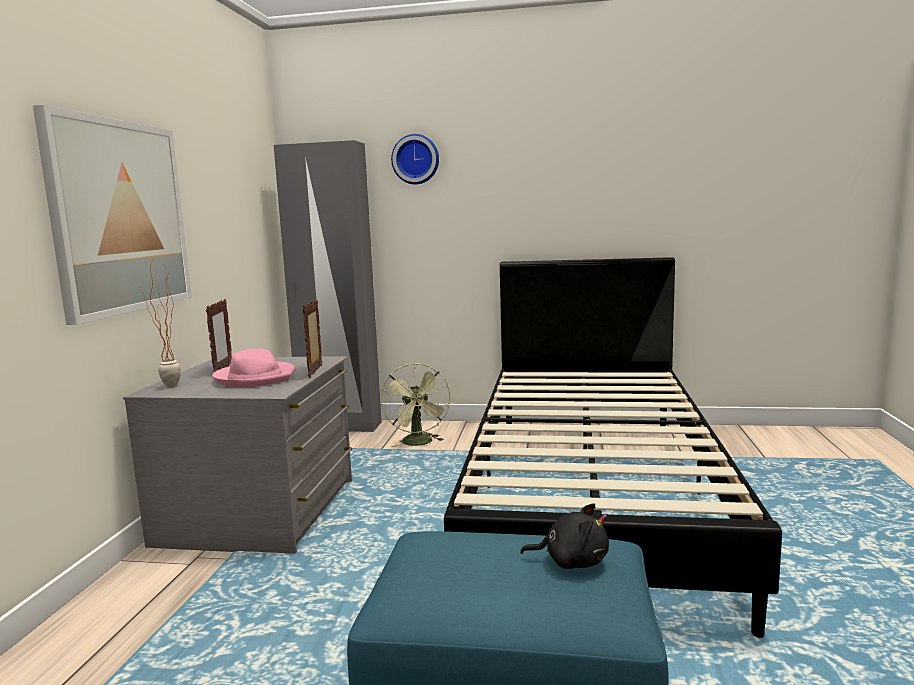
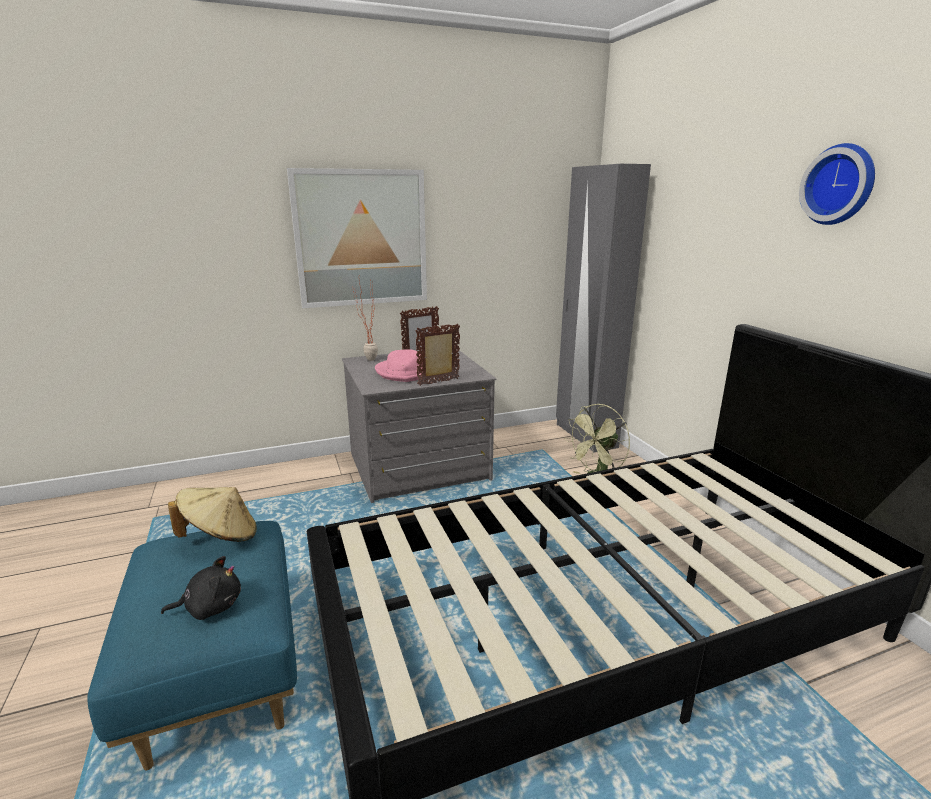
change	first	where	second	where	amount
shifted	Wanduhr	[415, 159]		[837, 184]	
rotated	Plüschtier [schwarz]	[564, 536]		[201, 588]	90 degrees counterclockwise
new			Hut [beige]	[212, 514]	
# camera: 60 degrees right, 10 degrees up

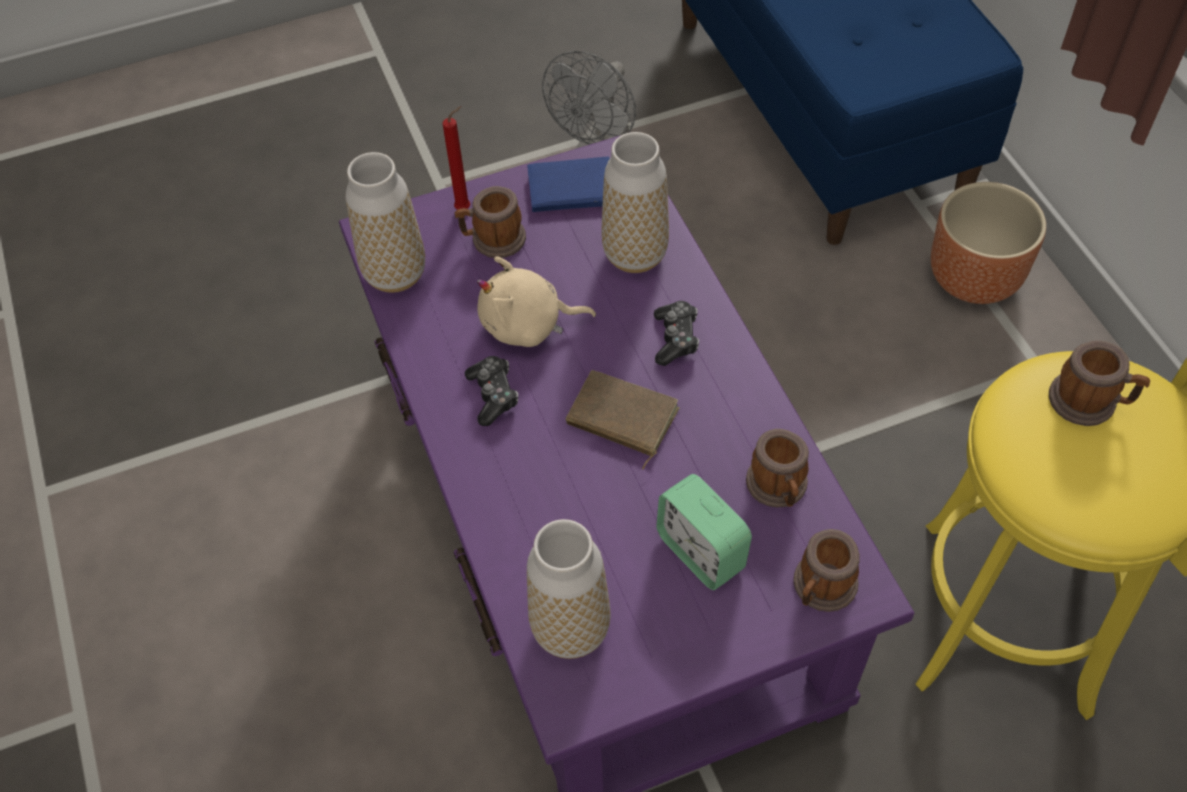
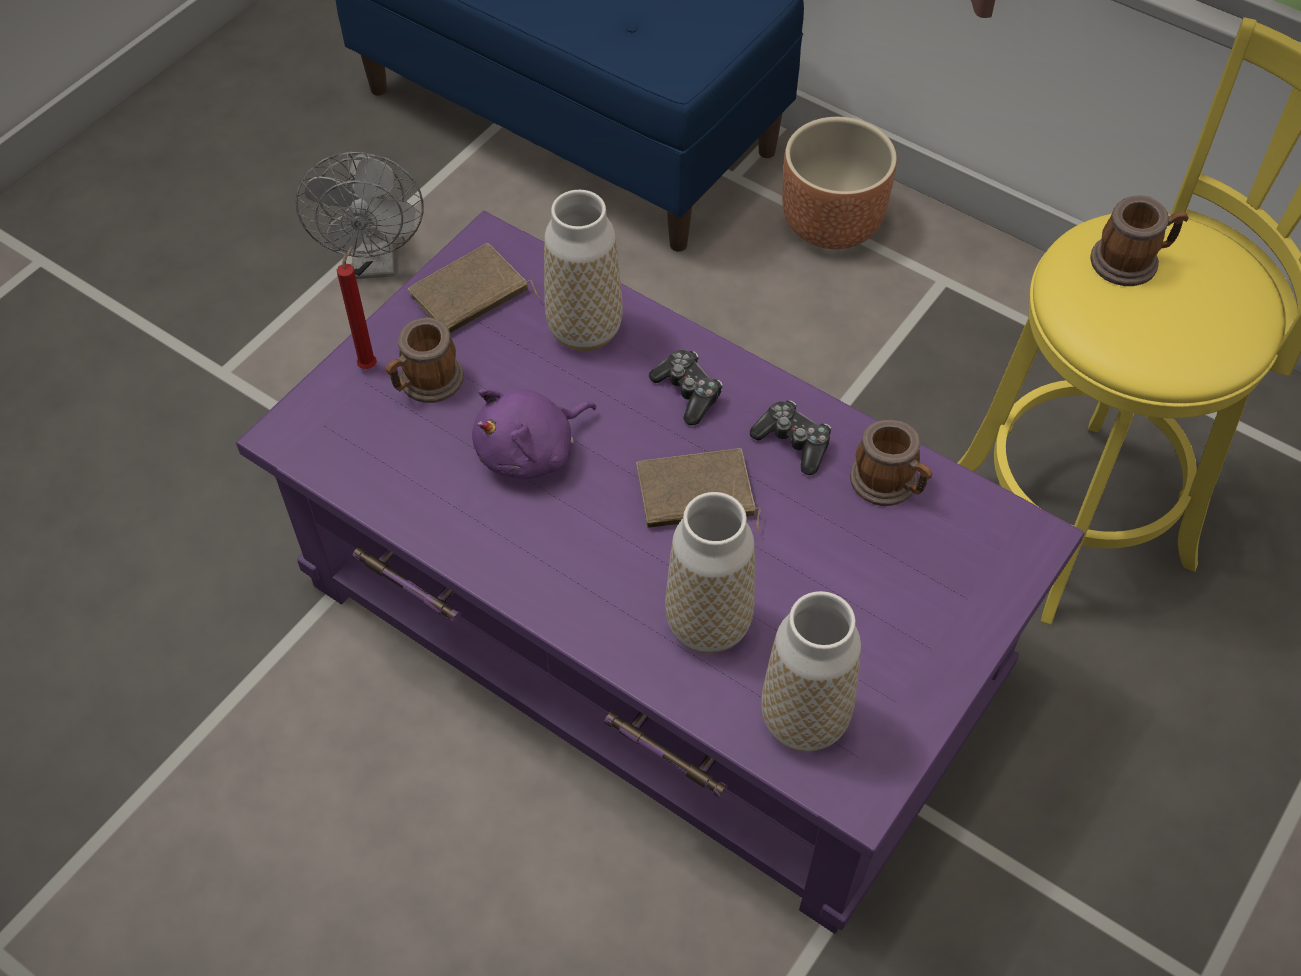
change	first	where	second	where	amount
shifted	Vase	[385, 222]		[710, 572]	
repainted	Buch [blau]	[568, 184]	Buch [braun]	[474, 288]	
repainted	Plüschtier [beige]	[536, 301]	Plüschtier [lila]	[534, 434]	
shifted	Gamepad	[491, 391]		[790, 437]	
gone	Wecker	[704, 532]			
gone	Henkelbecher	[826, 570]			
# camera: 35 degrees left, 0 degrees up

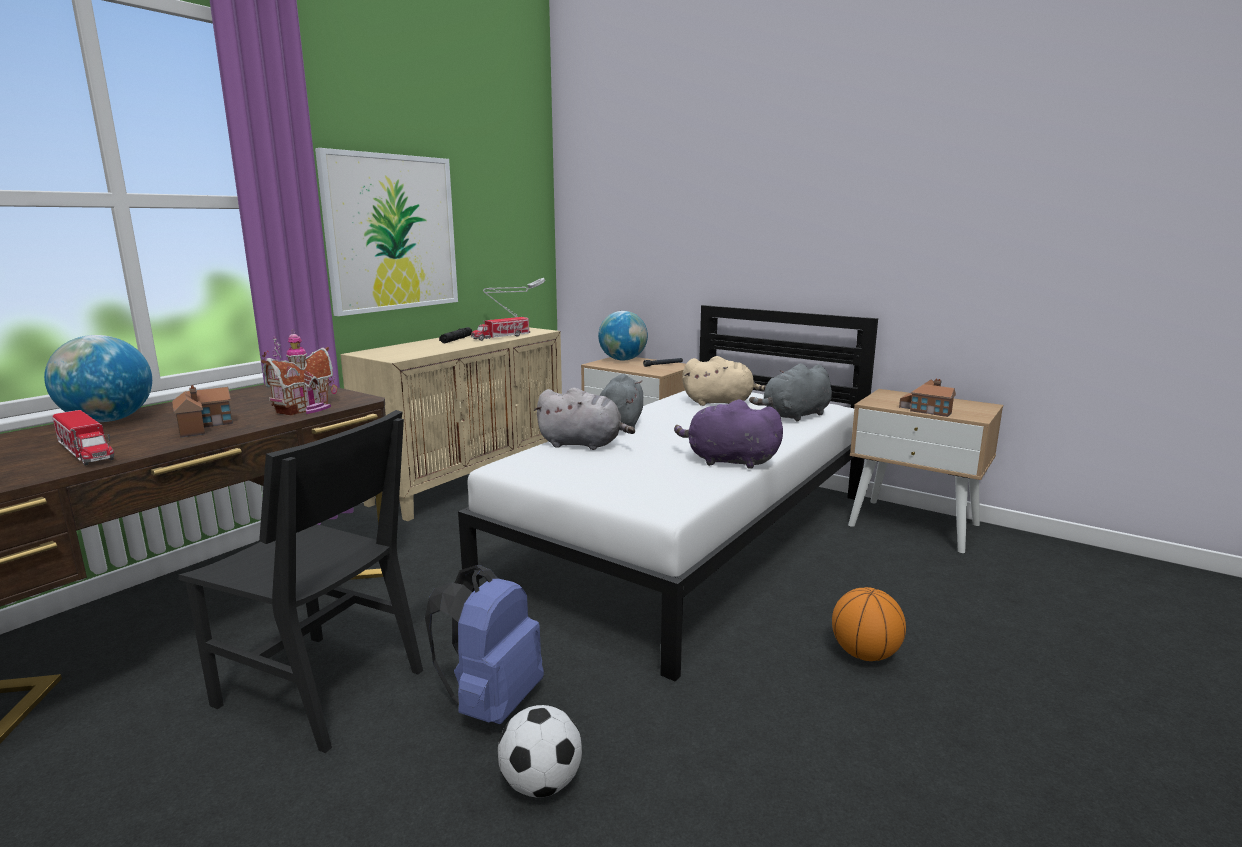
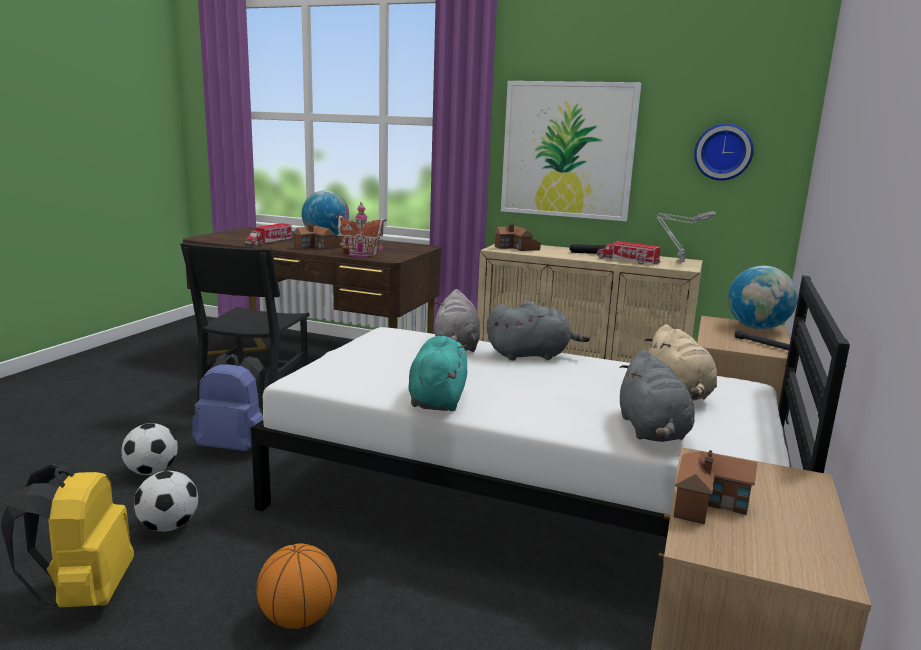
change	first	where	second	where	amount
rotated	Plüschtier [grau]	[790, 393]		[657, 396]	135 degrees counterclockwise
repainted	Plüschtier [lila]	[728, 434]	Plüschtier [türkis]	[437, 373]	
new			Wanduhr	[724, 152]	
new			Spielzeughaus	[517, 237]	
new			Rucksack [gelb]	[67, 535]	
new			Fußball	[166, 501]	
# camera: 75 degrees right, 0 degrees up

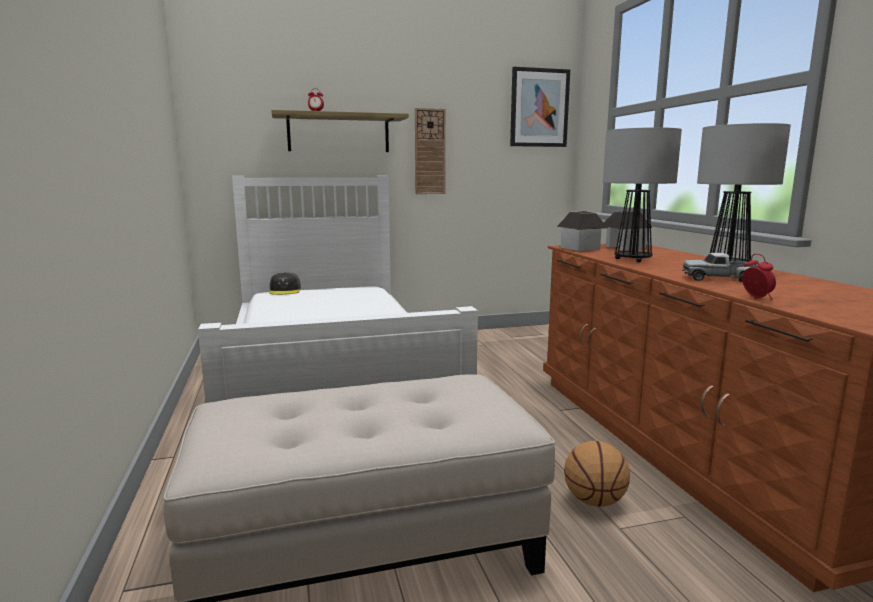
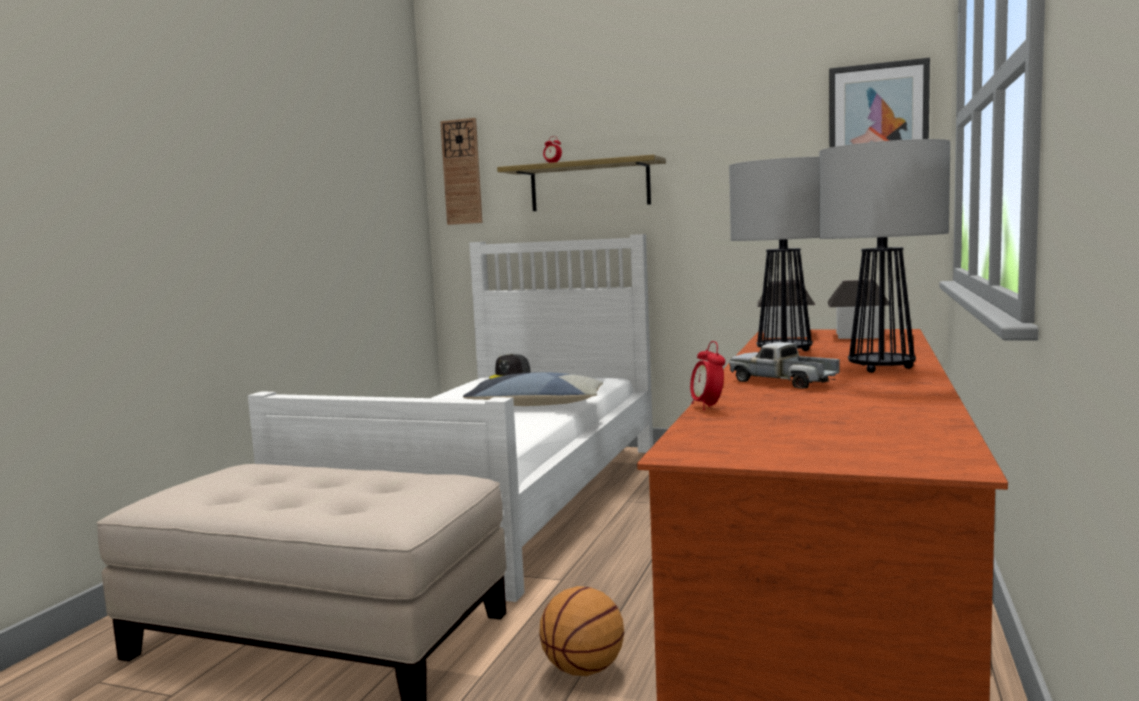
change	first	where	second	where	amount
shifted	Wanduhr	[430, 151]		[461, 171]	
rotated	Wecker	[759, 277]		[708, 375]	150 degrees clockwise
new			Kissen	[533, 389]	
# camera: 35 degrees right, 5 degrees down

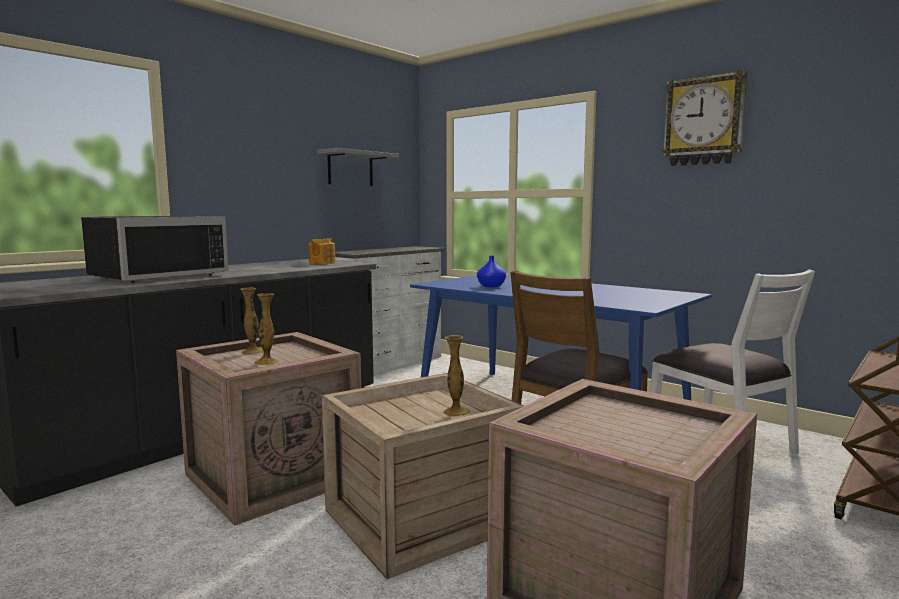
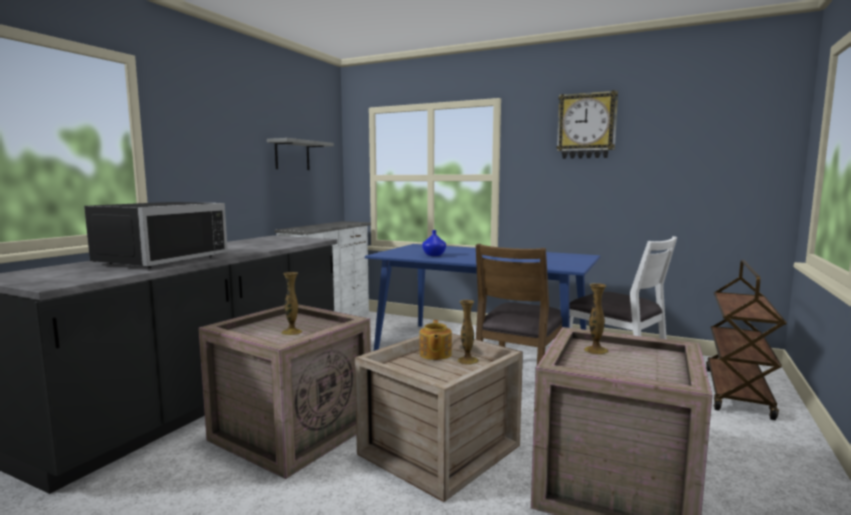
change	first	where	second	where	amount
shifted	Teekanne	[322, 251]		[435, 340]	
shifted	Vase	[252, 320]		[596, 319]	
# camera: 15 degrees left, 0 degrees up

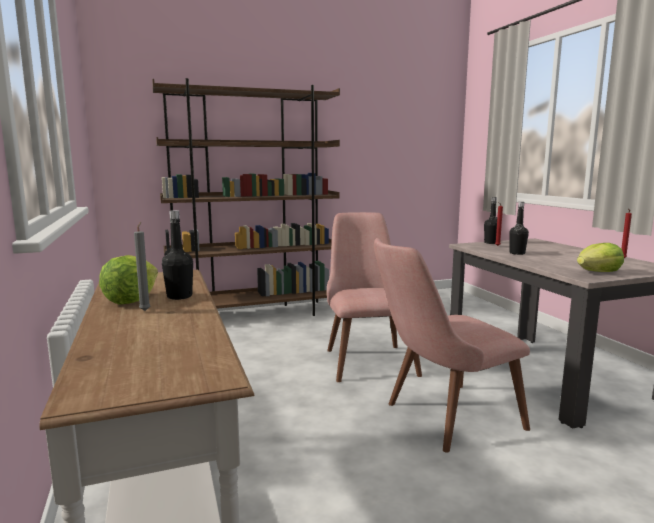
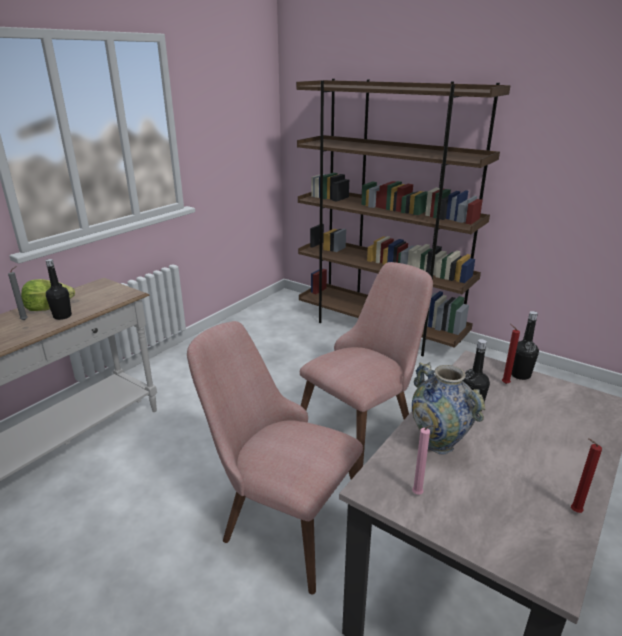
change	first	where	second	where	amount
swapped	Salatkopf	[600, 257]	Kerze [rosa]	[424, 460]	
new			Vase	[448, 408]	
# camera: 55 degrees right, 15 degrees up

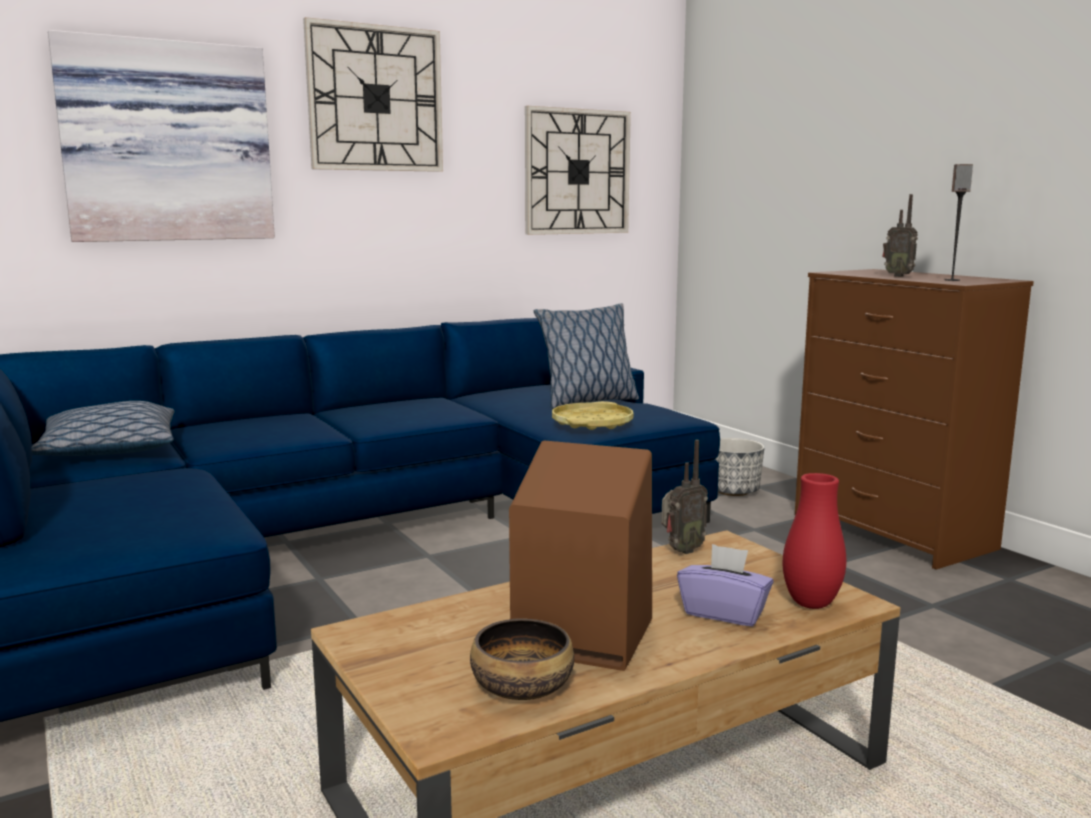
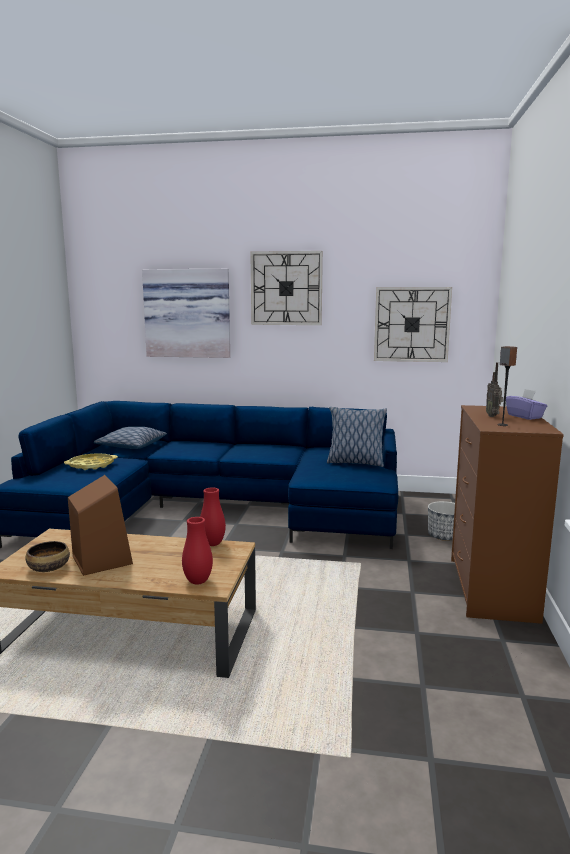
change	first	where	second	where	amount
shifted	Tablett [gelb]	[592, 415]		[91, 461]	
swapped	Radio	[684, 497]	Vase [rot]	[213, 516]	
shifted	Taschentuchbox [lila]	[725, 585]		[526, 404]	
# camera: 40 degrees right, 0 degrees up

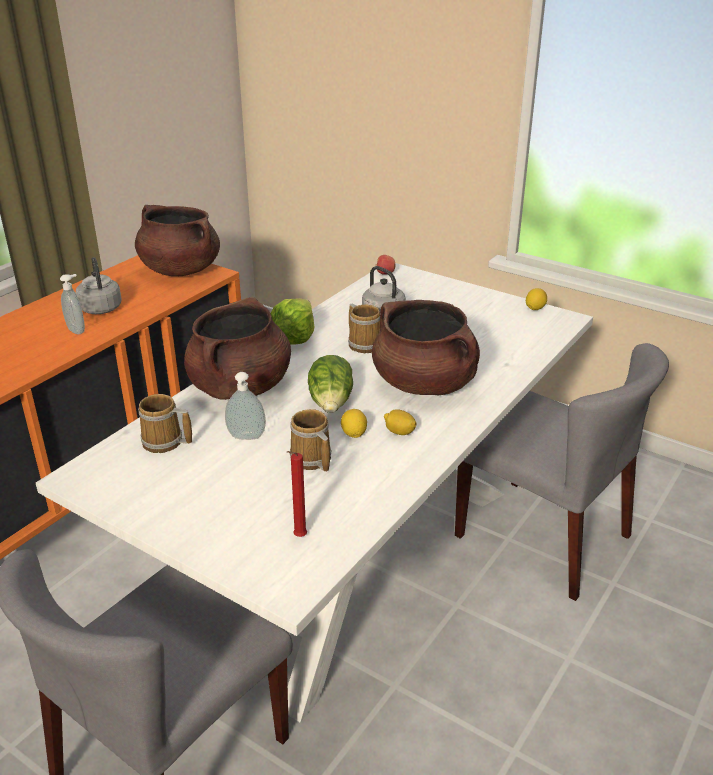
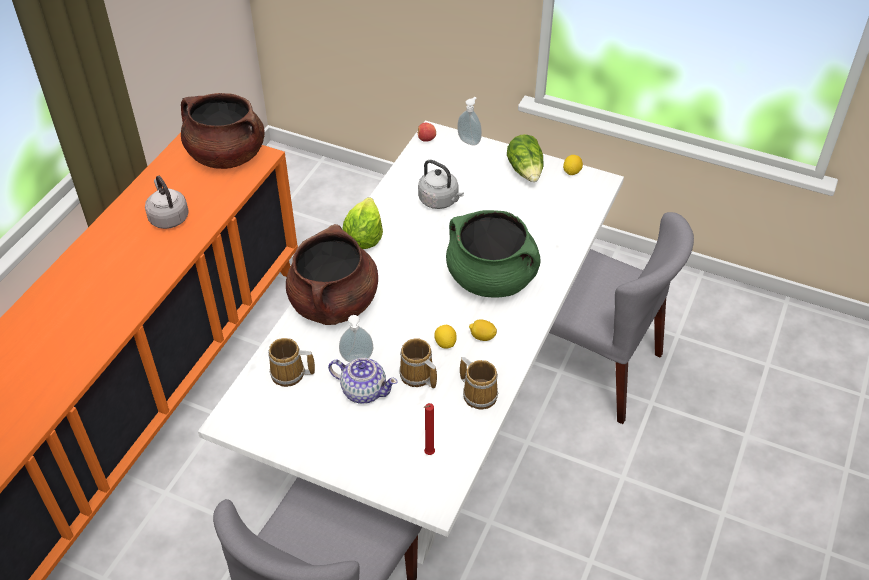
change	first	where	second	where	amount
shifted	Seifenspender	[72, 304]		[469, 121]	
repainted	Kochtopf [braun]	[426, 347]	Kochtopf [grün]	[493, 254]	
shifted	Henkelbecher	[364, 328]		[479, 383]	
shifted	Salatkopf	[330, 384]		[525, 158]	
new			Teekanne	[363, 381]	
# camera: 10 degrees left, 15 degrees up

